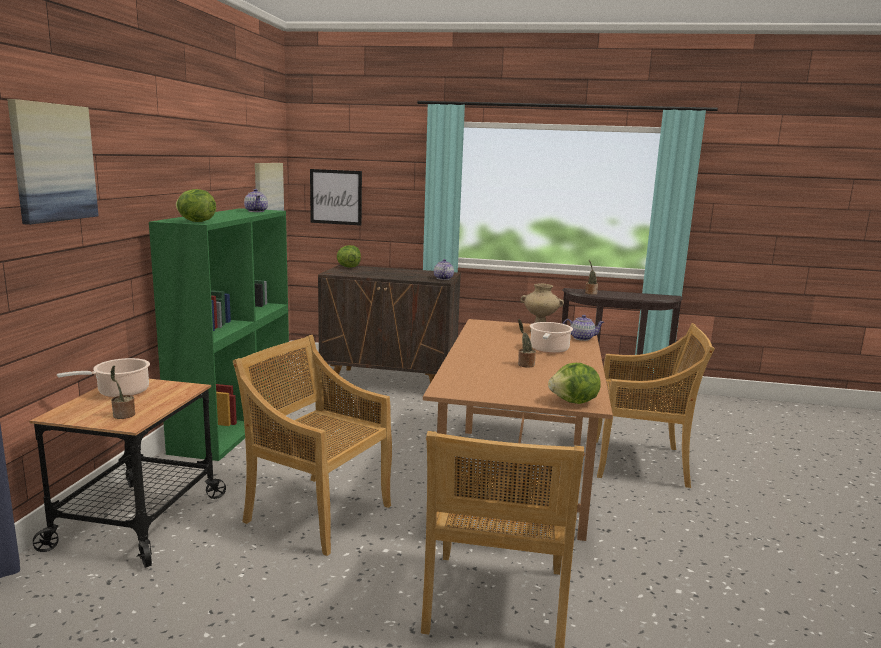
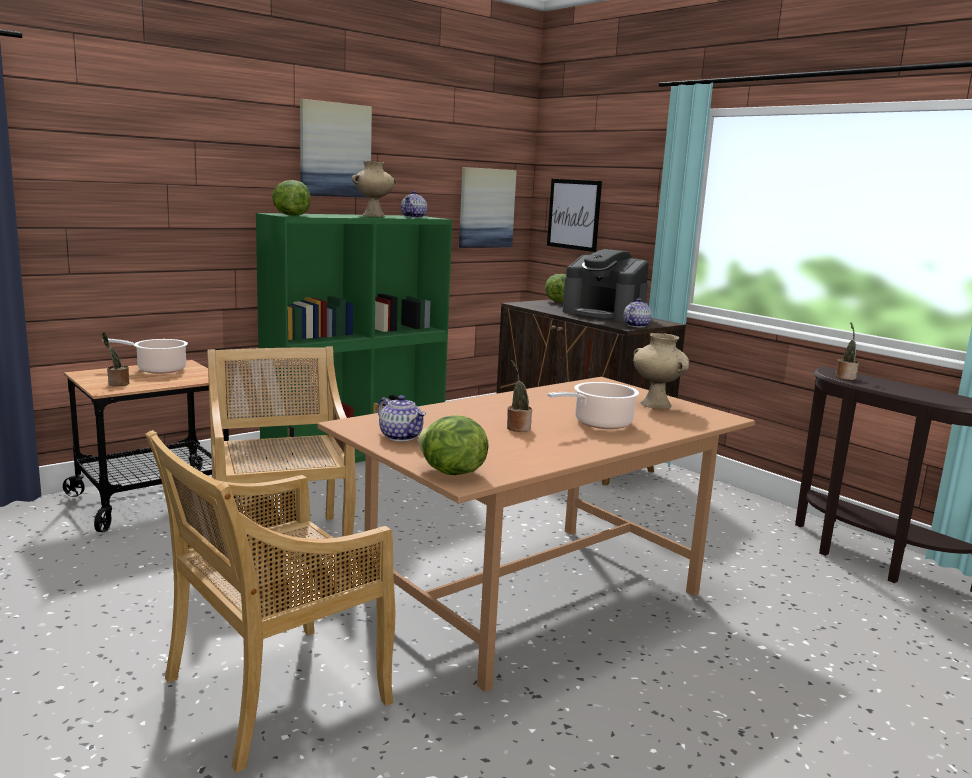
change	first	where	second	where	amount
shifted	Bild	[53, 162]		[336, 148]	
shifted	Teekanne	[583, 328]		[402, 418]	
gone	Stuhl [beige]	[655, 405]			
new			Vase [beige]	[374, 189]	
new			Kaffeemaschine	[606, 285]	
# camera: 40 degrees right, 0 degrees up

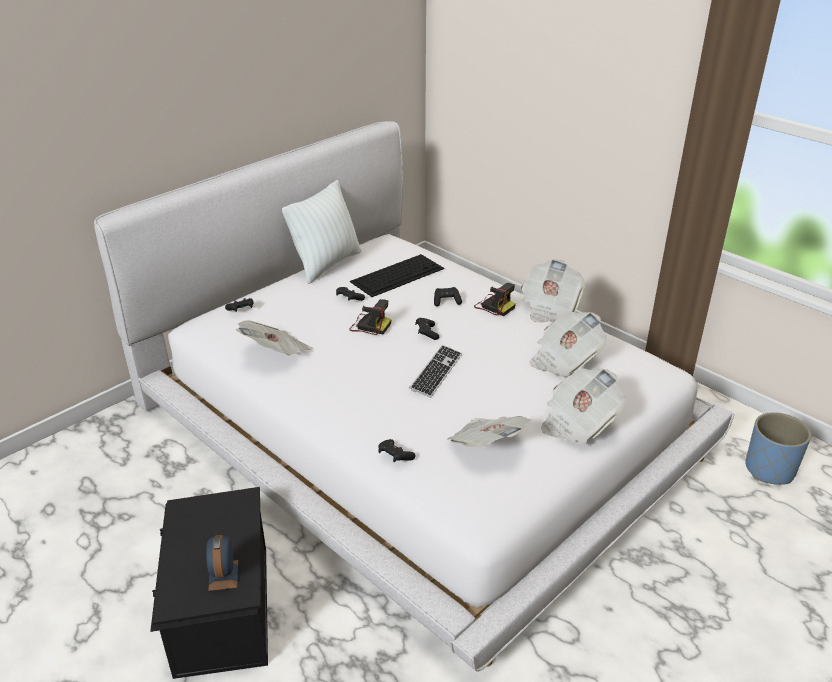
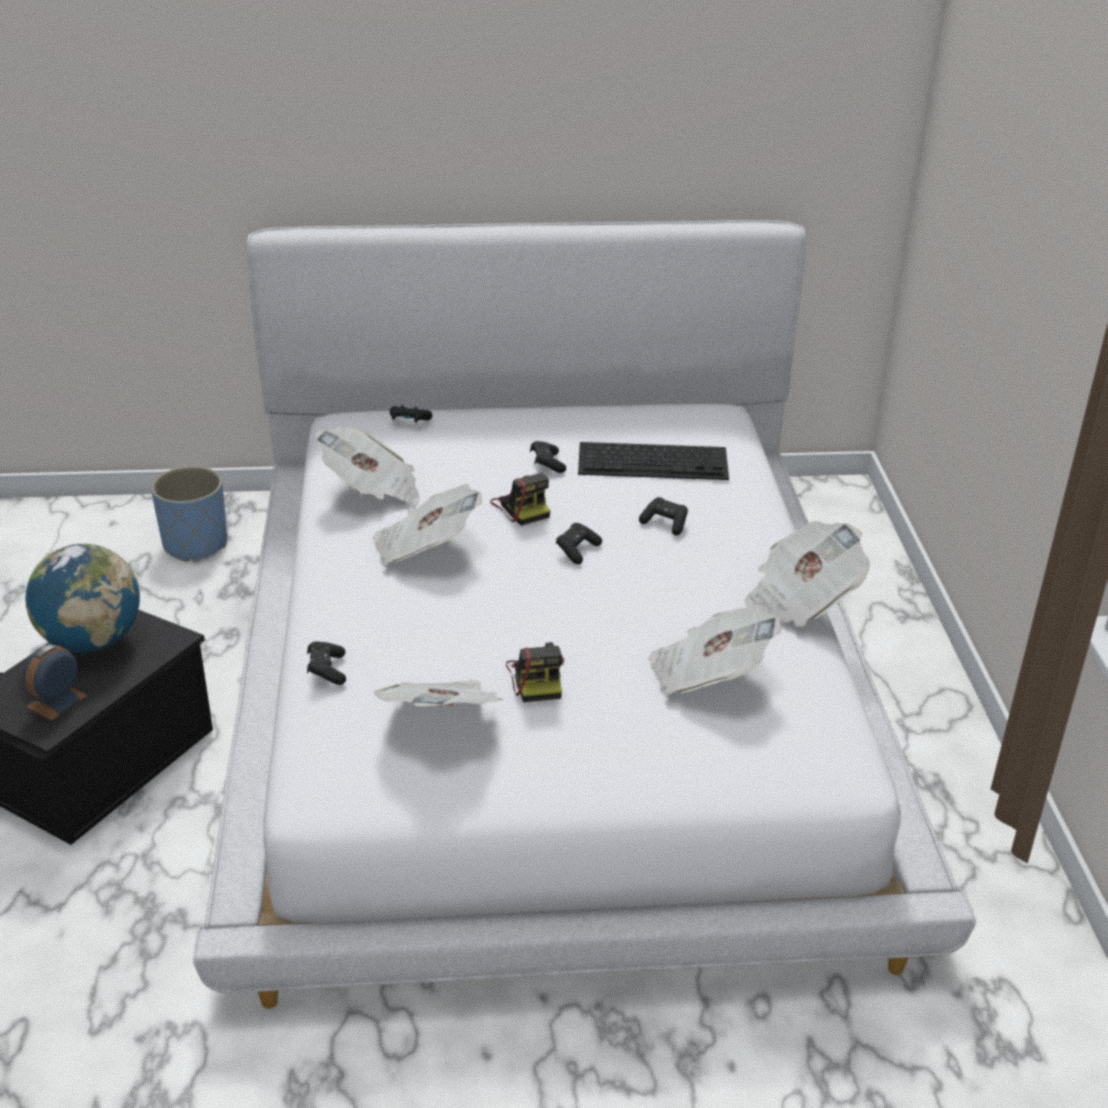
change	first	where	second	where	amount
gone	Kissen [weiß]	[321, 232]			
shifted	Kamera	[495, 299]		[535, 672]	
gone	Tastatur	[435, 371]			
shifted	Zeitung	[583, 406]		[427, 524]	
shifted	Pflanzkübel [blau]	[778, 448]		[189, 514]	
new			Globus	[82, 598]	
# camera: 40 degrees right, 0 degrees up

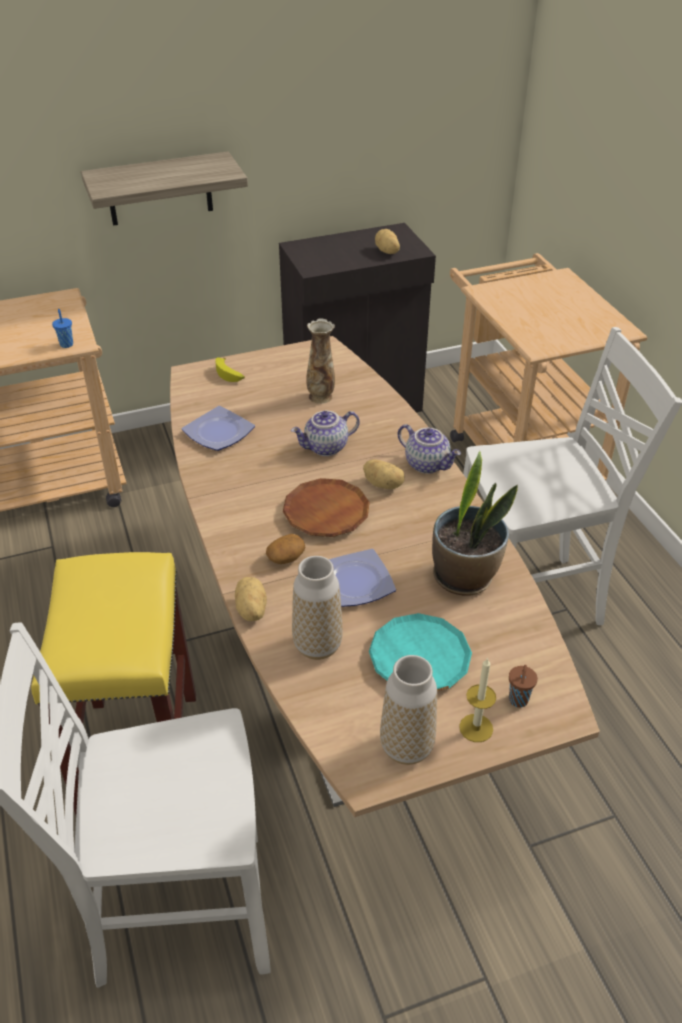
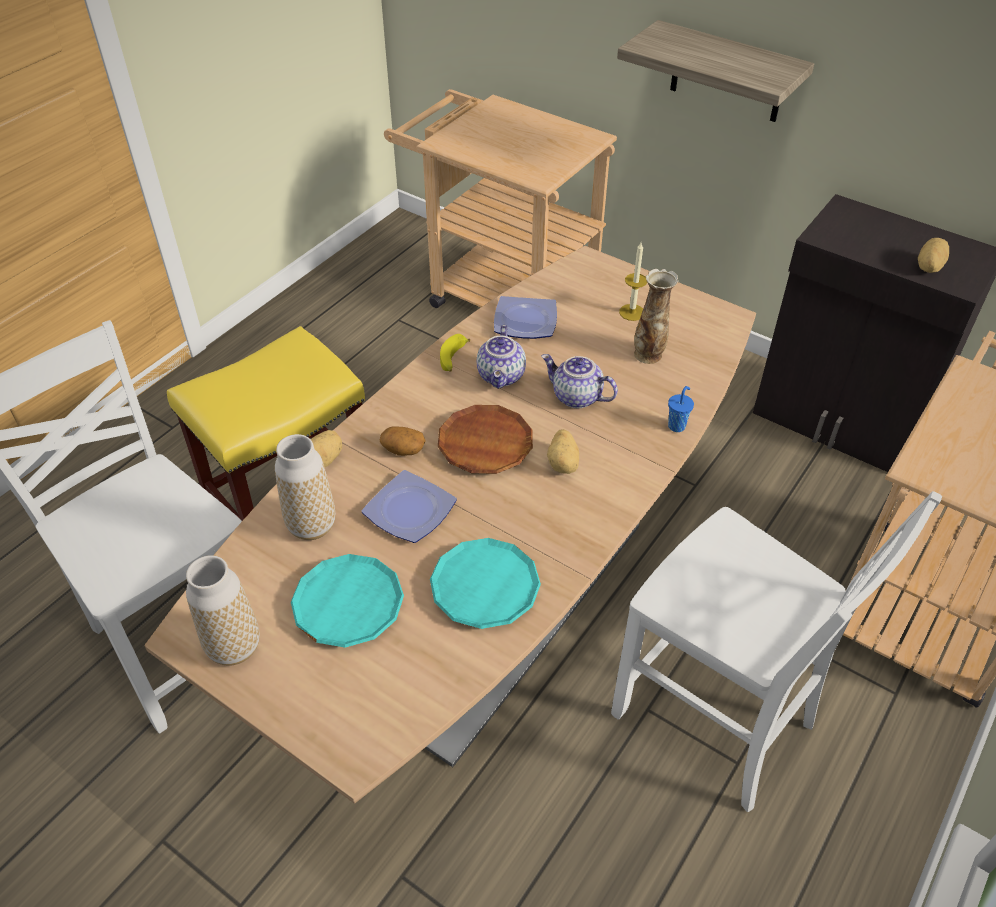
change	first	where	second	where	amount
shifted	Tasse [blau]	[62, 328]		[681, 409]	
shifted	Banane	[230, 369]		[455, 353]	
shifted	Teekanne	[429, 449]		[501, 357]	
swapped	Topfpflanze	[475, 523]	Teller [türkis]	[485, 583]	
shifted	Kerze	[477, 699]		[633, 282]	
gone	Tasse [braun]	[523, 686]			
# camera: 55 degrees right, 5 degrees up

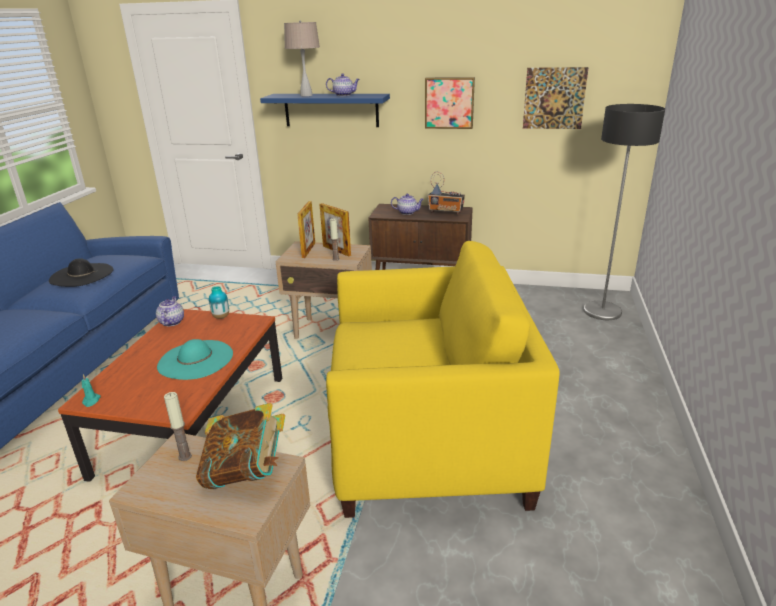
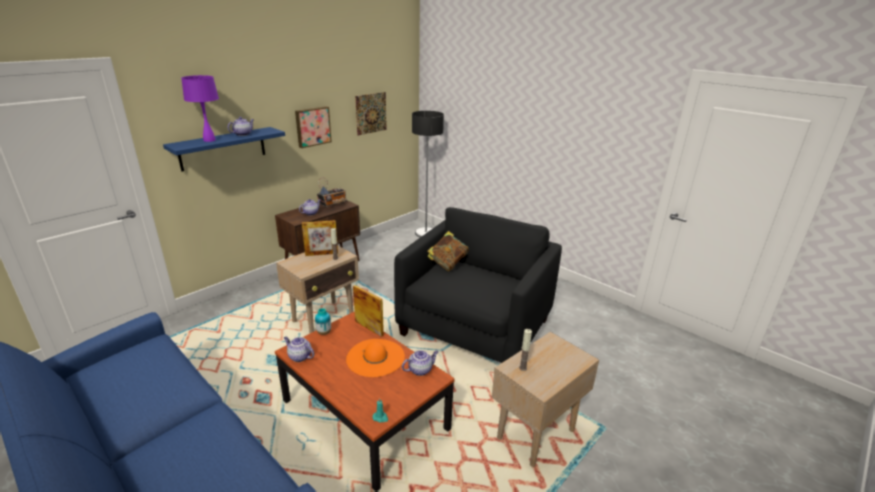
change	first	where	second	where	amount
repainted	Tischlampe [beige]	[302, 58]	Tischlampe [lila]	[200, 108]	
shifted	Bilderrahmen	[306, 229]		[368, 311]	
repainted	Sessel [gelb]	[442, 379]	Sessel [schwarz]	[478, 285]	
gone	Hut [schwarz]	[81, 272]			
repainted	Hut [türkis]	[195, 359]	Hut [orange]	[375, 358]	
shifted	Buch	[240, 446]		[448, 251]	
new			Teekanne	[420, 363]	
# camera: 60 degrees left, 0 degrees up

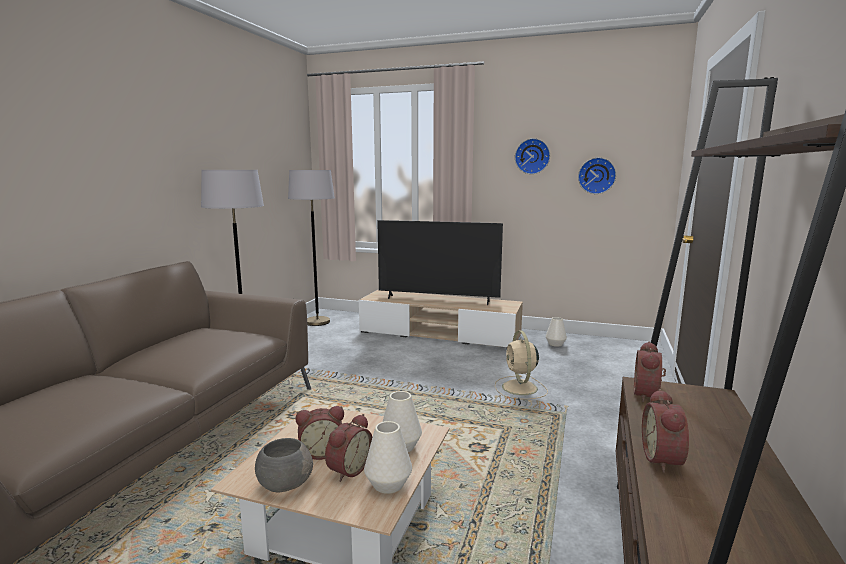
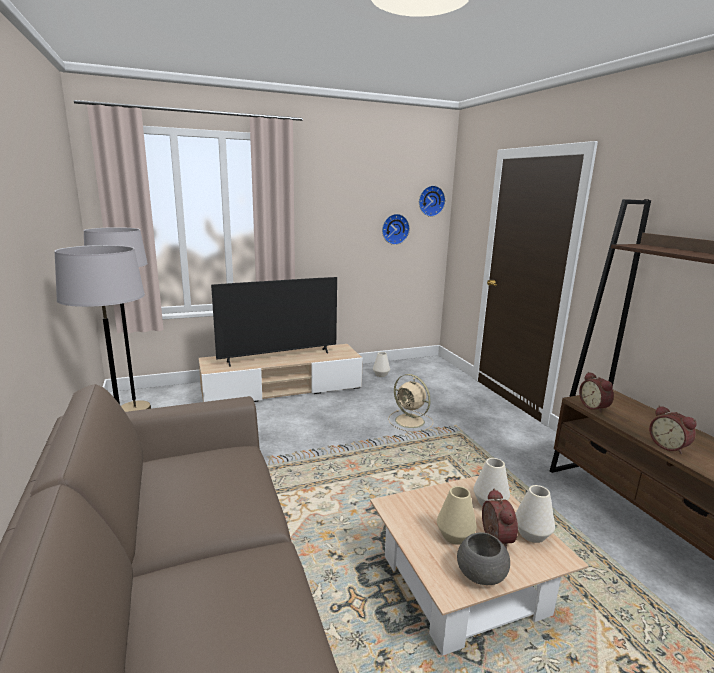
change	first	where	second	where	amount
shifted	Wanduhr	[532, 156]		[432, 201]	
swapped	Wecker	[320, 433]	Vase [beige]	[457, 515]	
# camera: 40 degrees left, 5 degrees up

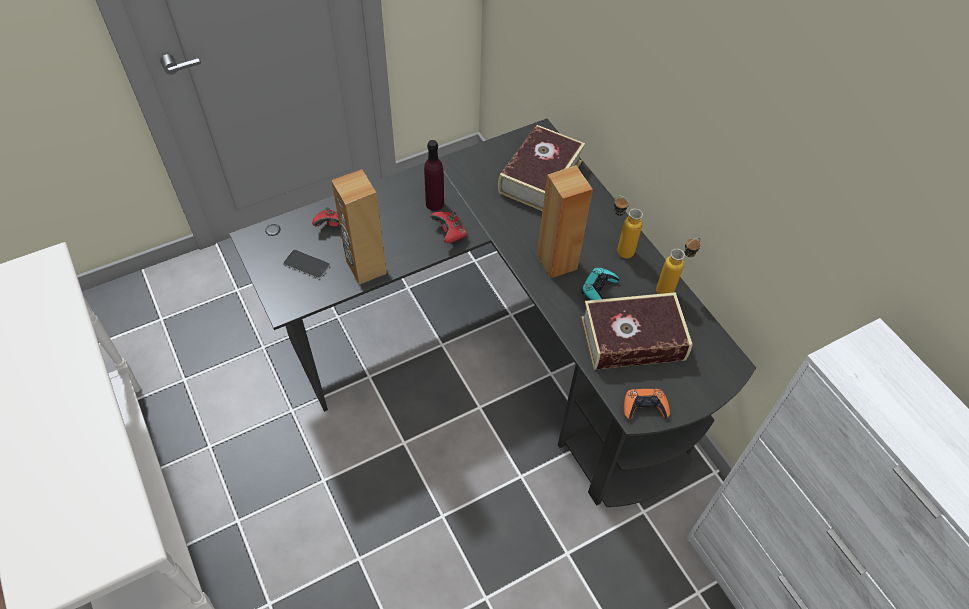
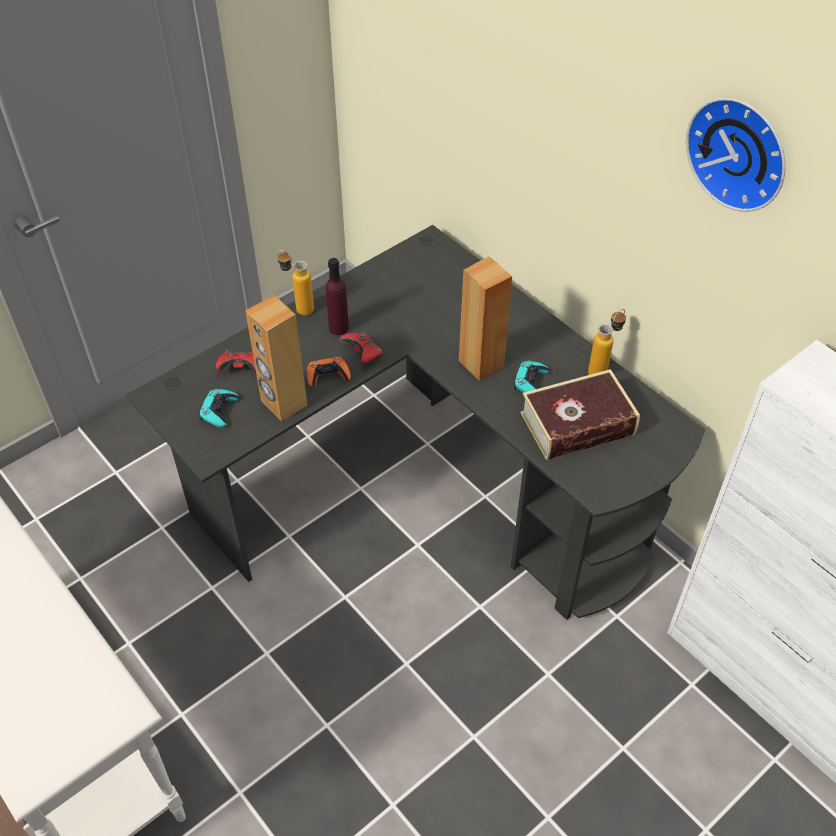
change	first	where	second	where	amount
gone	Buch	[541, 168]			
shifted	Flasche	[628, 227]		[295, 283]	
swapped	Handy	[306, 264]	Gamepad [türkis]	[219, 408]	
shifted	Gamepad [orange]	[647, 404]		[329, 372]	
new			Wanduhr	[736, 155]	
# camera: 10 degrees left, 5 degrees down

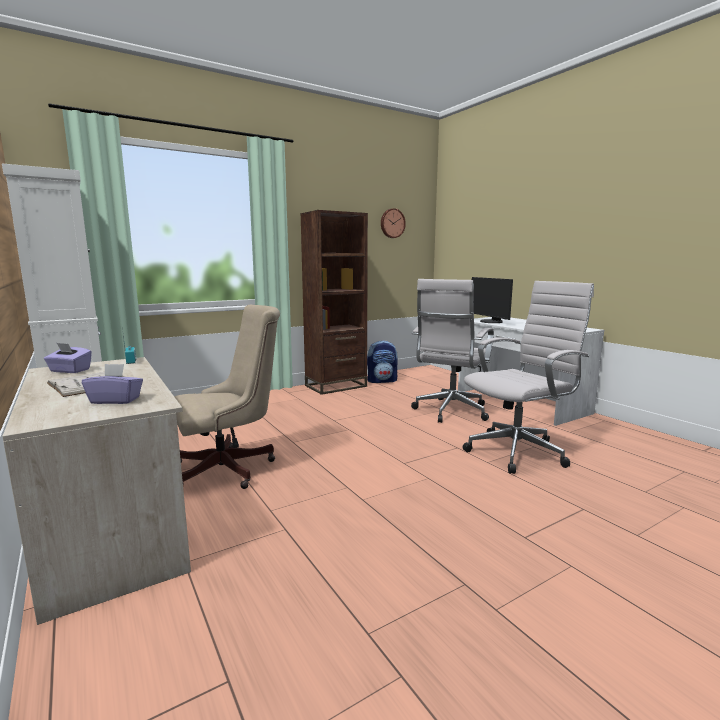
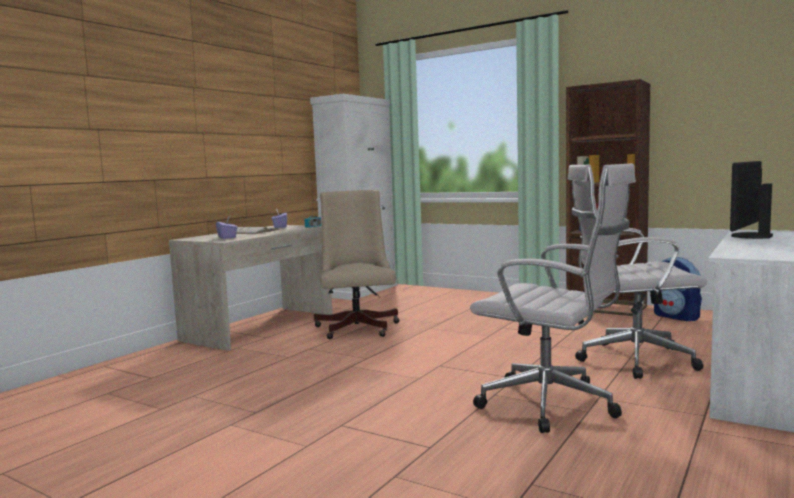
change	first	where	second	where	amount
gone	Wanduhr	[393, 223]			
rotated	Bürostuhl [beige]	[227, 397]		[357, 264]	135 degrees counterclockwise
# camera: 65 degrees right, 5 degrees down

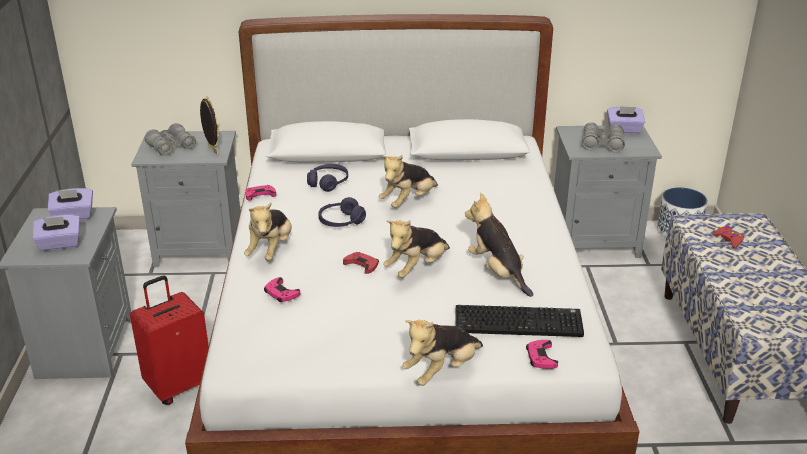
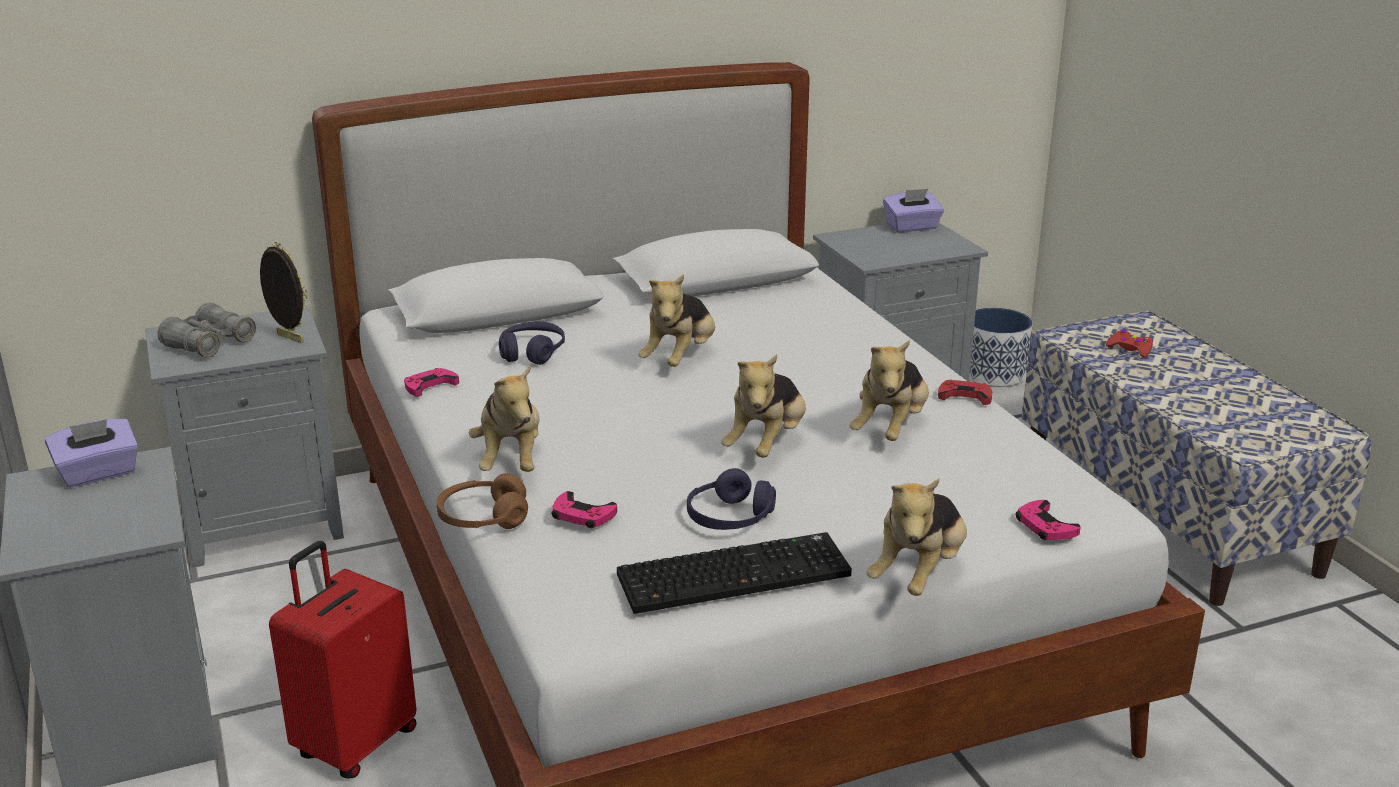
change	first	where	second	where	amount
gone	Fernglas [grau]	[603, 137]			
rotated	Plüschtier	[499, 245]		[889, 390]	105 degrees counterclockwise
shifted	Kopfhörer [lila]	[342, 212]		[731, 499]	
gone	Taschentuchbox [lila]	[56, 233]			
shifted	Gamepad [rot]	[361, 263]		[965, 392]	
shifted	Tastatur	[519, 321]		[734, 573]	
new			Kopfhörer [braun]	[482, 501]	
# camera: 20 degrees left, 5 degrees down

